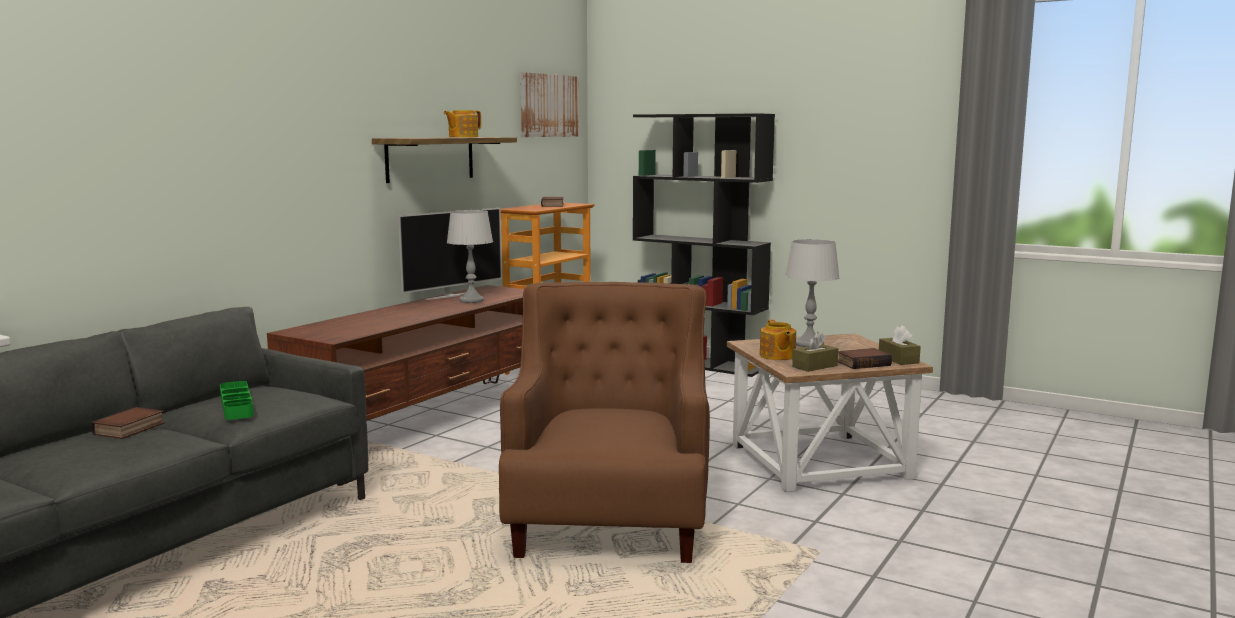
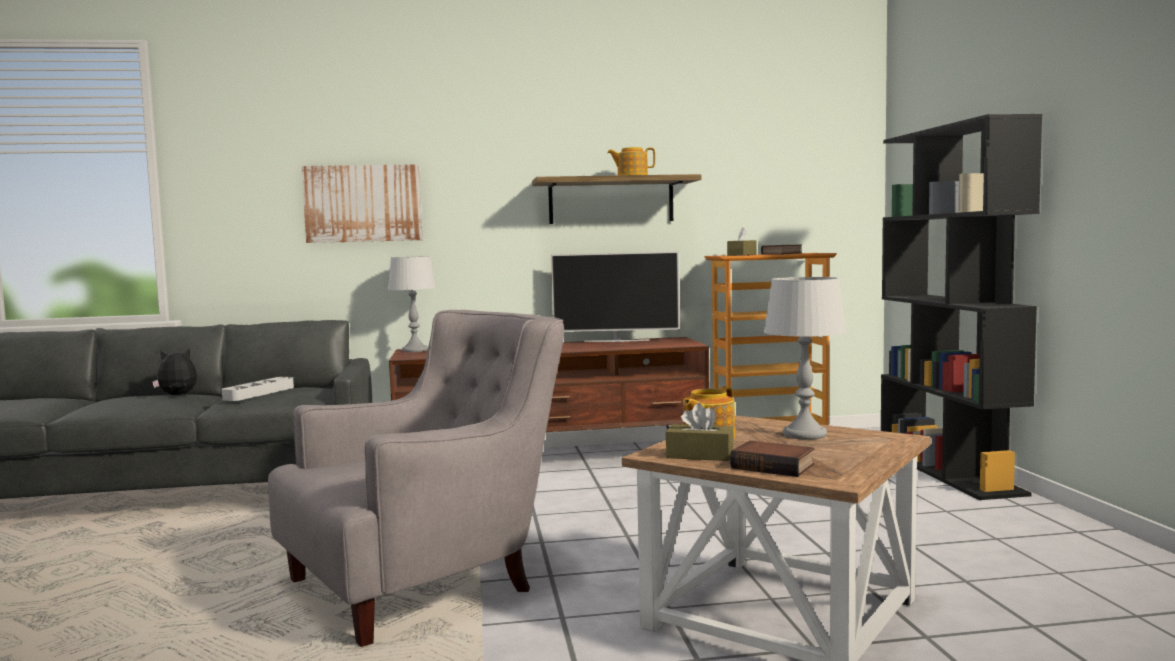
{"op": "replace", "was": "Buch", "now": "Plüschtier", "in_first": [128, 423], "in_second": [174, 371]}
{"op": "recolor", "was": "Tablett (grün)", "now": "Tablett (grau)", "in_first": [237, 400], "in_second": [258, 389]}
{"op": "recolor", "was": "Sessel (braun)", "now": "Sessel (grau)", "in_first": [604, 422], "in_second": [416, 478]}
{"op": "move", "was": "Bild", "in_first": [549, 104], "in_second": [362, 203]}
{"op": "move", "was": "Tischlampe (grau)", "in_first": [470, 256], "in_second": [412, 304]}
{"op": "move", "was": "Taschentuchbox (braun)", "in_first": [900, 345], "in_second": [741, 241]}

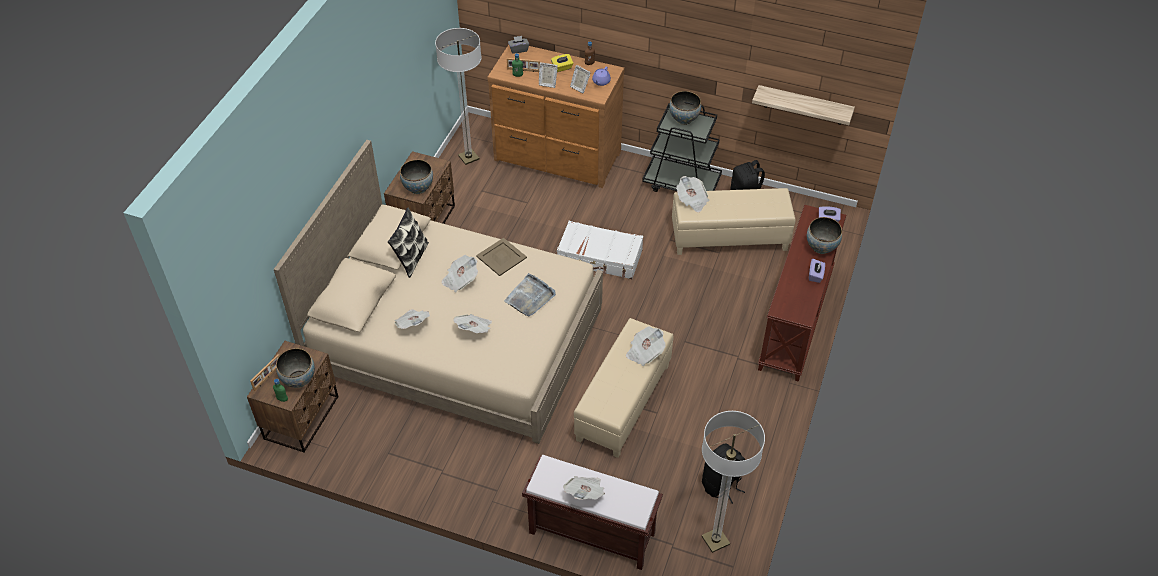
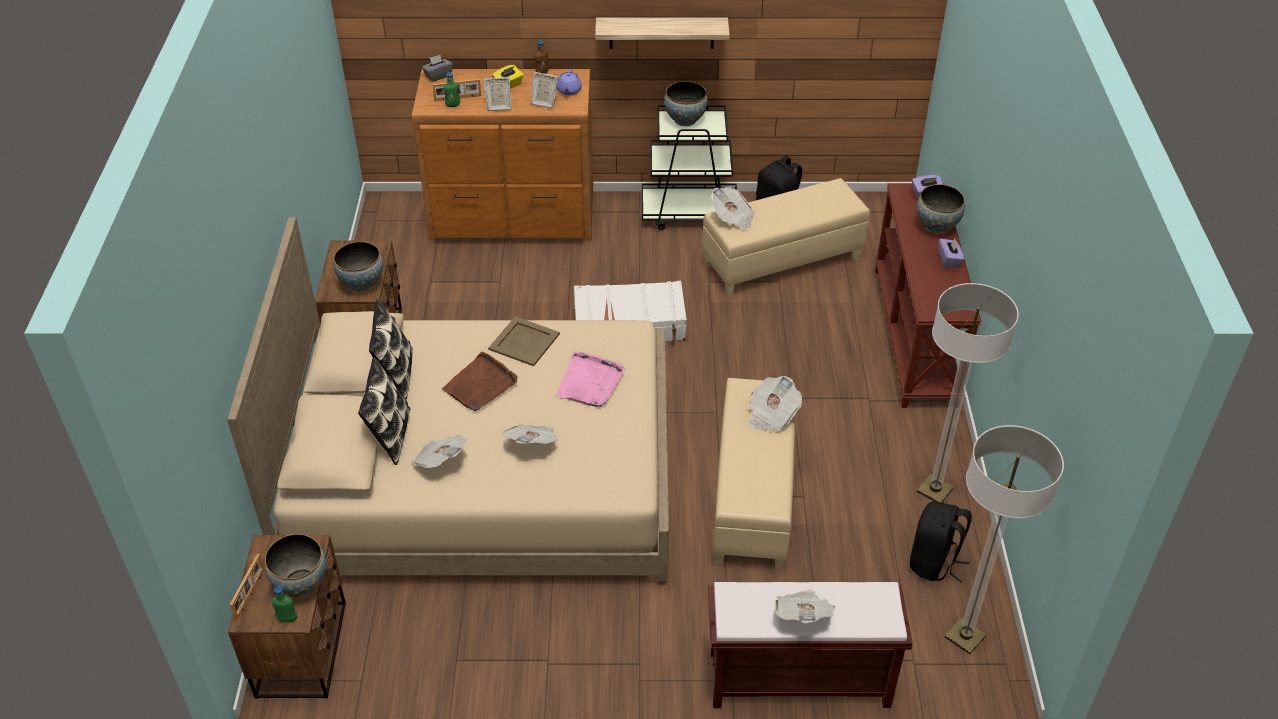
{"op": "insert", "now": "Kissen", "in_second": [384, 411]}
{"op": "replace", "was": "Zeitung", "now": "Tablett (braun)", "in_first": [459, 273], "in_second": [480, 381]}
{"op": "recolor", "was": "Tablett (grau)", "now": "Tablett (rosa)", "in_first": [530, 294], "in_second": [590, 379]}
{"op": "move", "was": "Wandregal", "in_first": [803, 105], "in_second": [662, 33]}
{"op": "move", "was": "Stehlampe", "in_first": [458, 96], "in_second": [968, 393]}

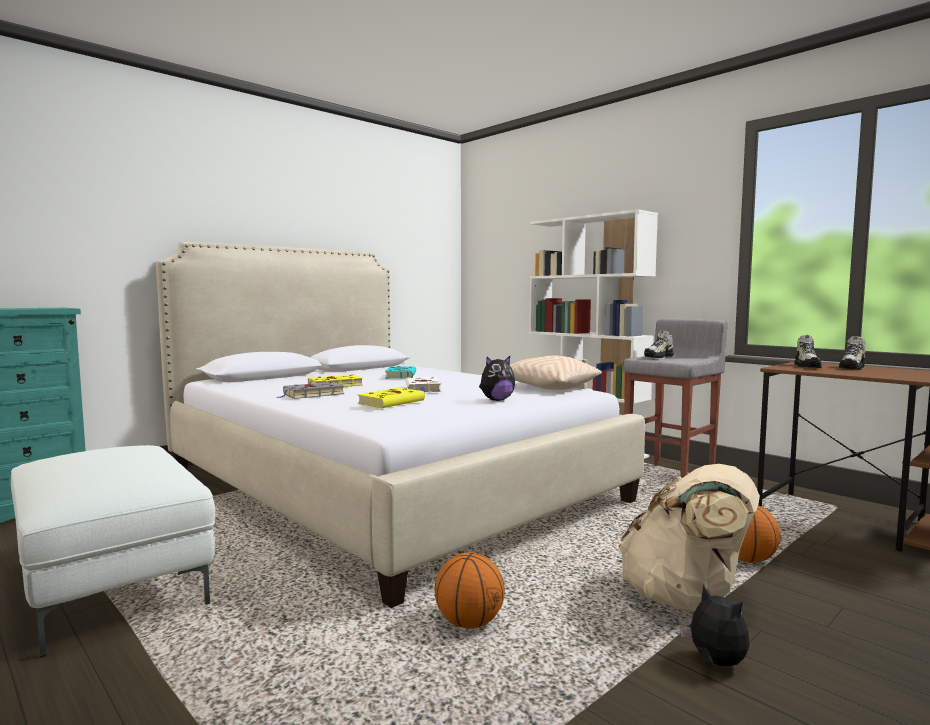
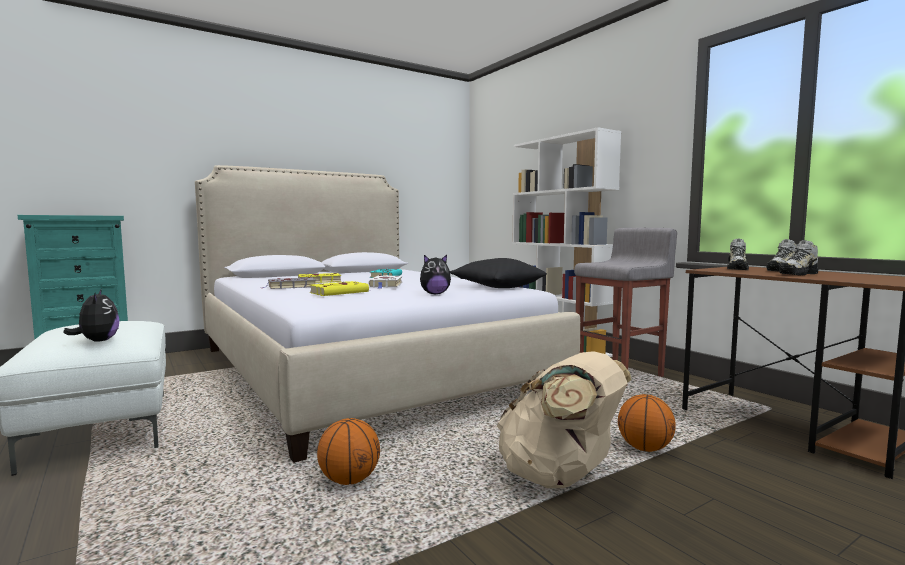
{"op": "move", "was": "Plüschtier", "in_first": [715, 625], "in_second": [91, 315]}
{"op": "recolor", "was": "Kissen (beige)", "now": "Kissen (schwarz)", "in_first": [556, 373], "in_second": [498, 273]}
{"op": "move", "was": "Schuh", "in_first": [659, 344], "in_second": [798, 257]}

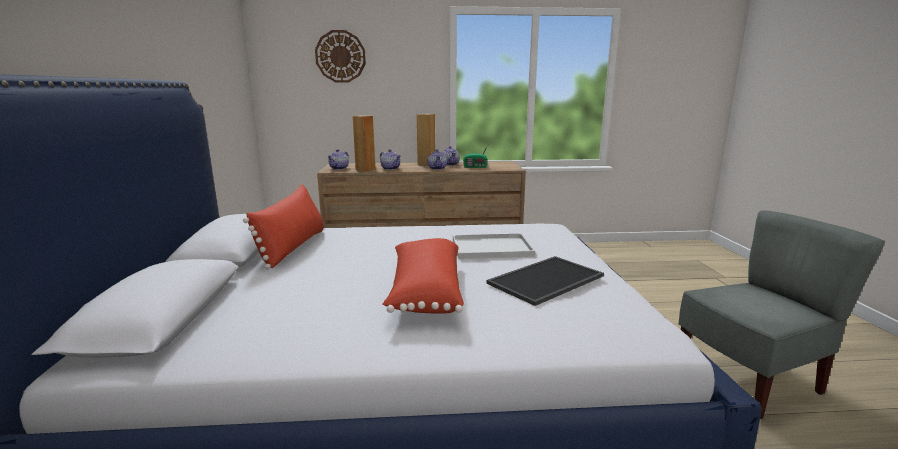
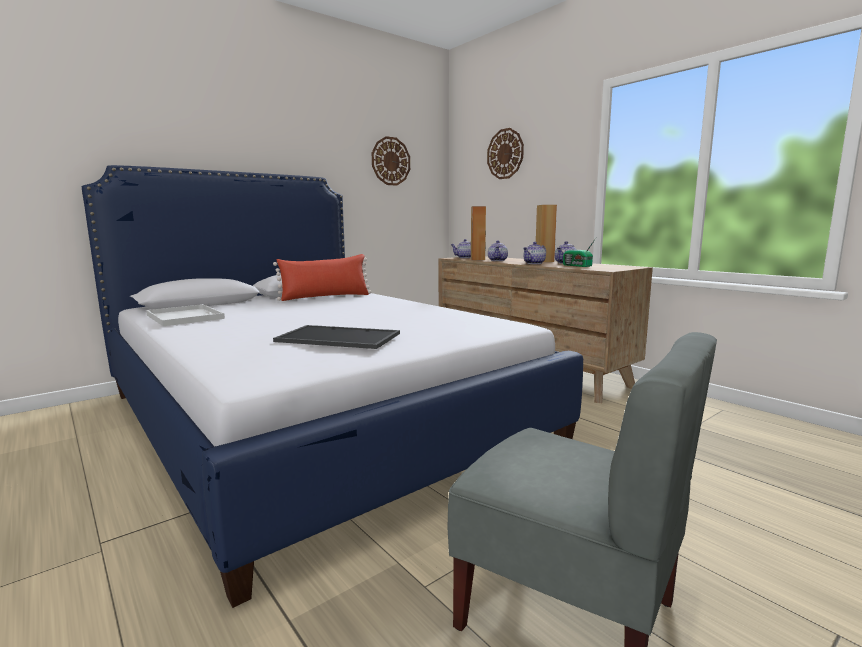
{"op": "move", "was": "Tablett (weiß)", "in_first": [494, 246], "in_second": [185, 315]}
{"op": "insert", "now": "Wanduhr", "in_second": [391, 161]}
{"op": "delete", "was": "Kissen (rot)", "in_first": [423, 276]}

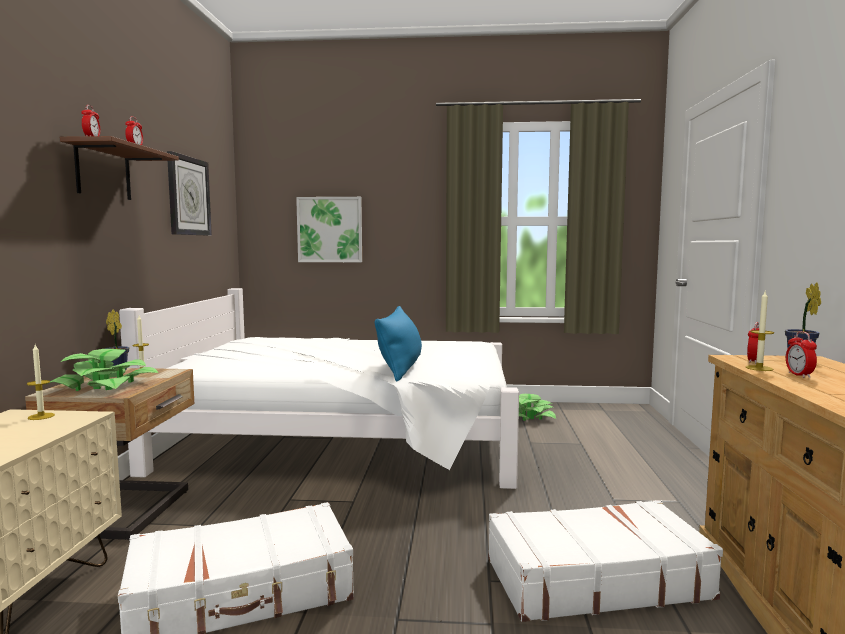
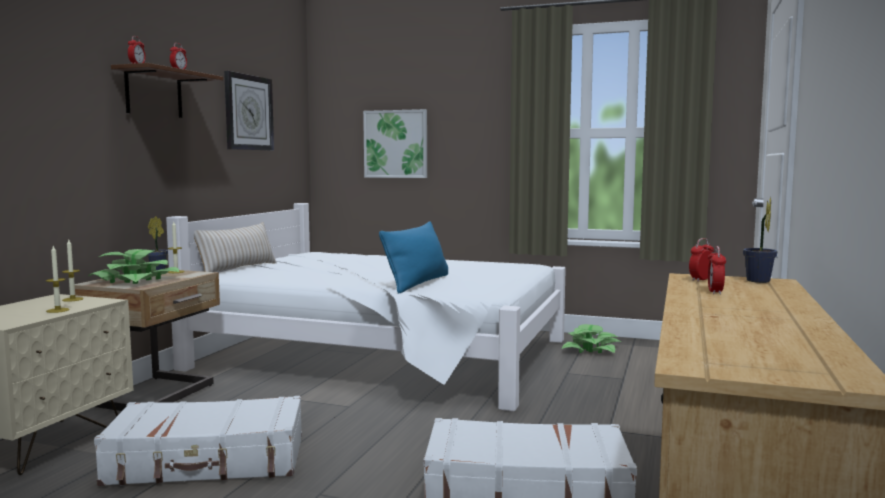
{"op": "move", "was": "Kerze", "in_first": [760, 331], "in_second": [58, 279]}
{"op": "insert", "now": "Kissen (beige)", "in_second": [235, 247]}

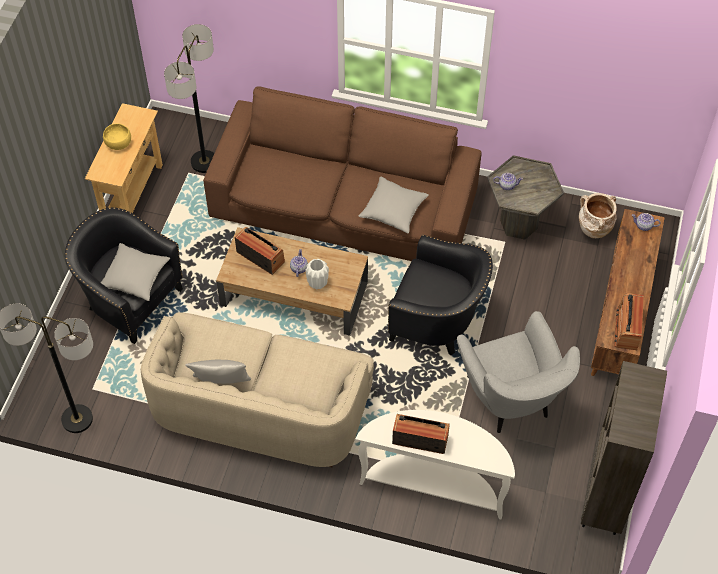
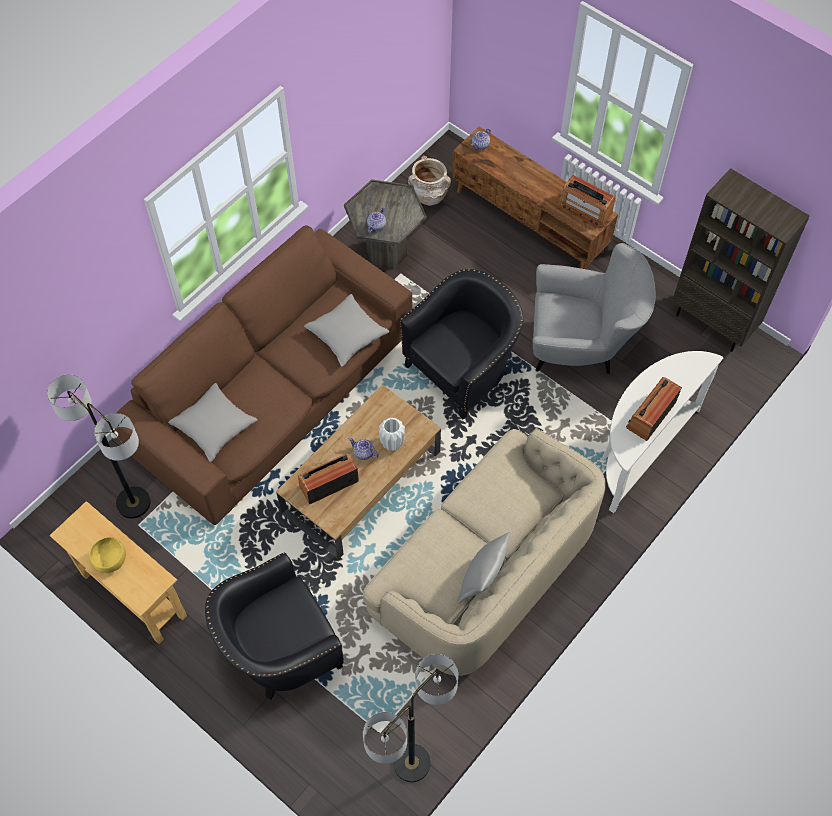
{"op": "move", "was": "Kissen (grau)", "in_first": [135, 272], "in_second": [213, 422]}

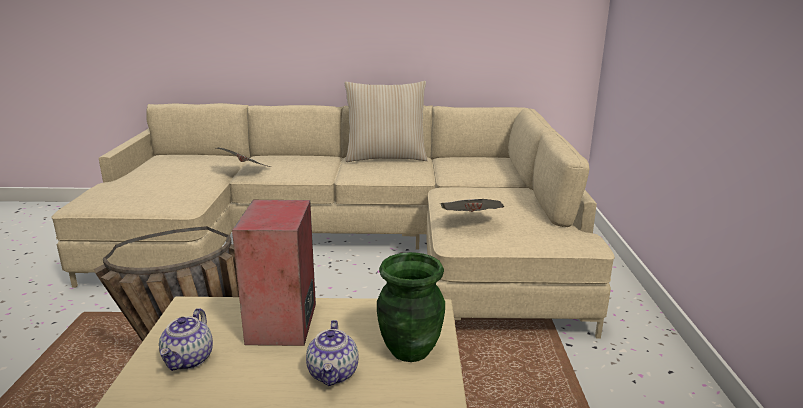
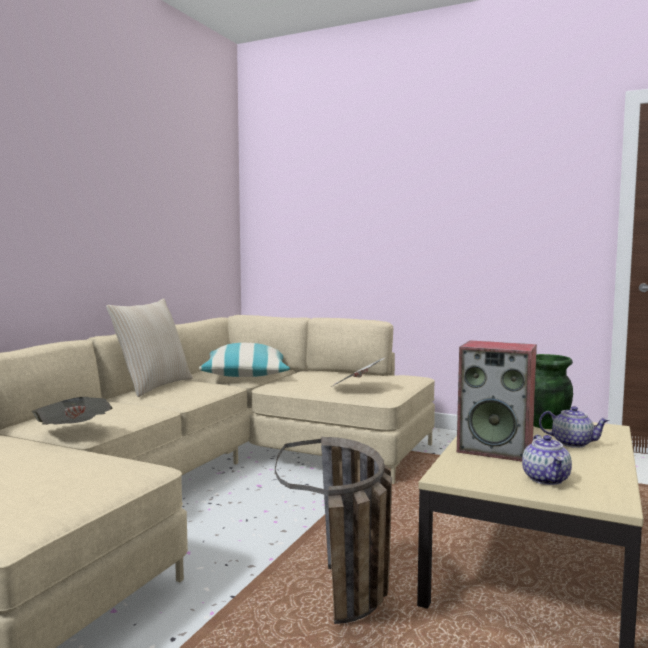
{"op": "insert", "now": "Kissen", "in_second": [244, 360]}
{"op": "rotate", "was": "Teekanne", "in_first": [186, 339], "in_second": [547, 460], "clockwise": 60}

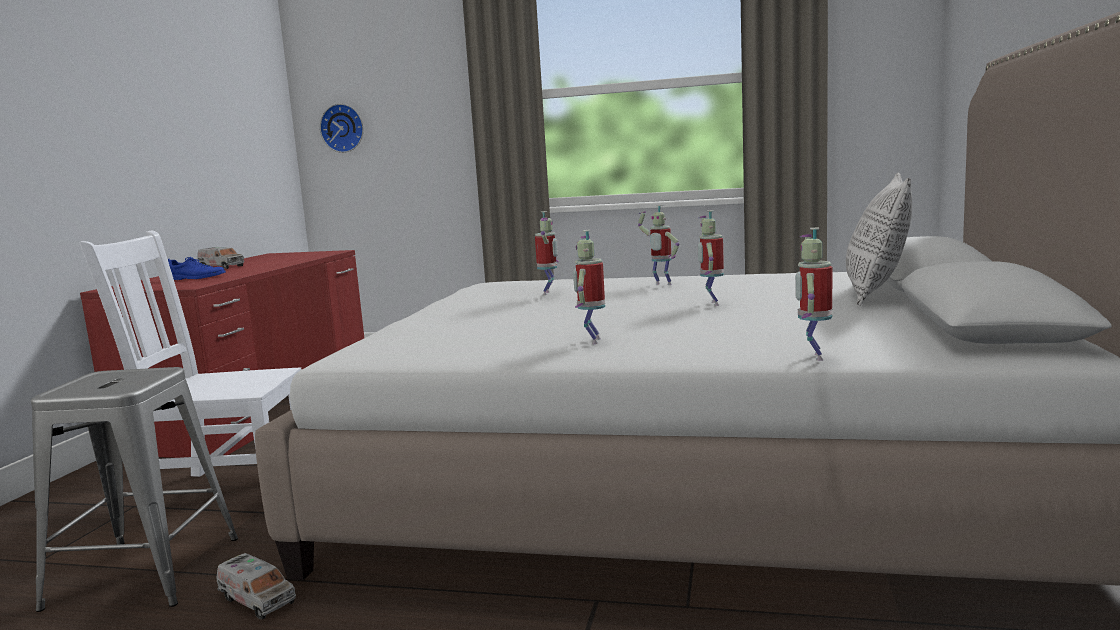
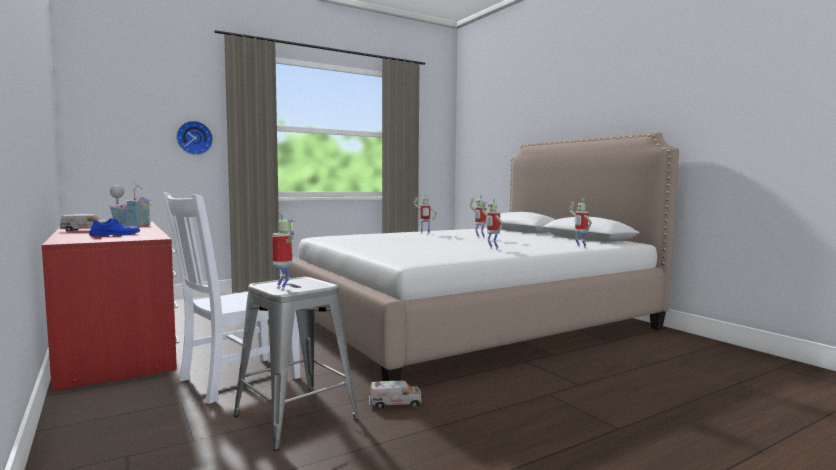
{"op": "insert", "now": "Spielzeughaus", "in_second": [130, 204]}
{"op": "move", "was": "Wanduhr", "in_first": [341, 128], "in_second": [194, 138]}
{"op": "move", "was": "Spielzeugroboter", "in_first": [547, 253], "in_second": [284, 252]}
{"op": "delete", "was": "Kissen", "in_first": [879, 239]}

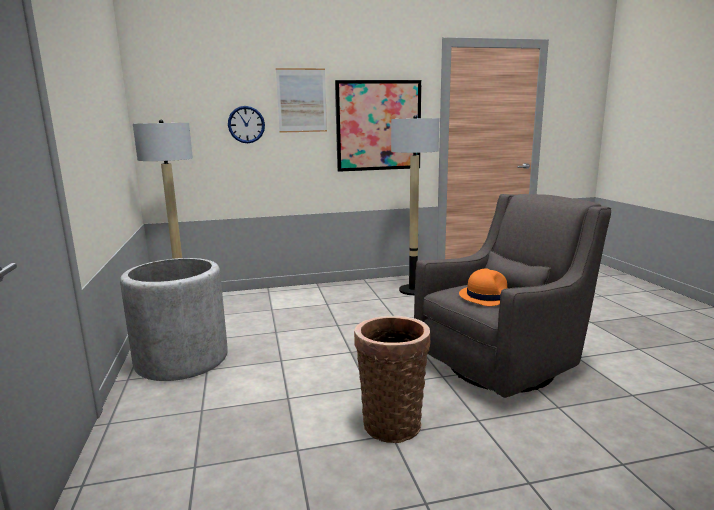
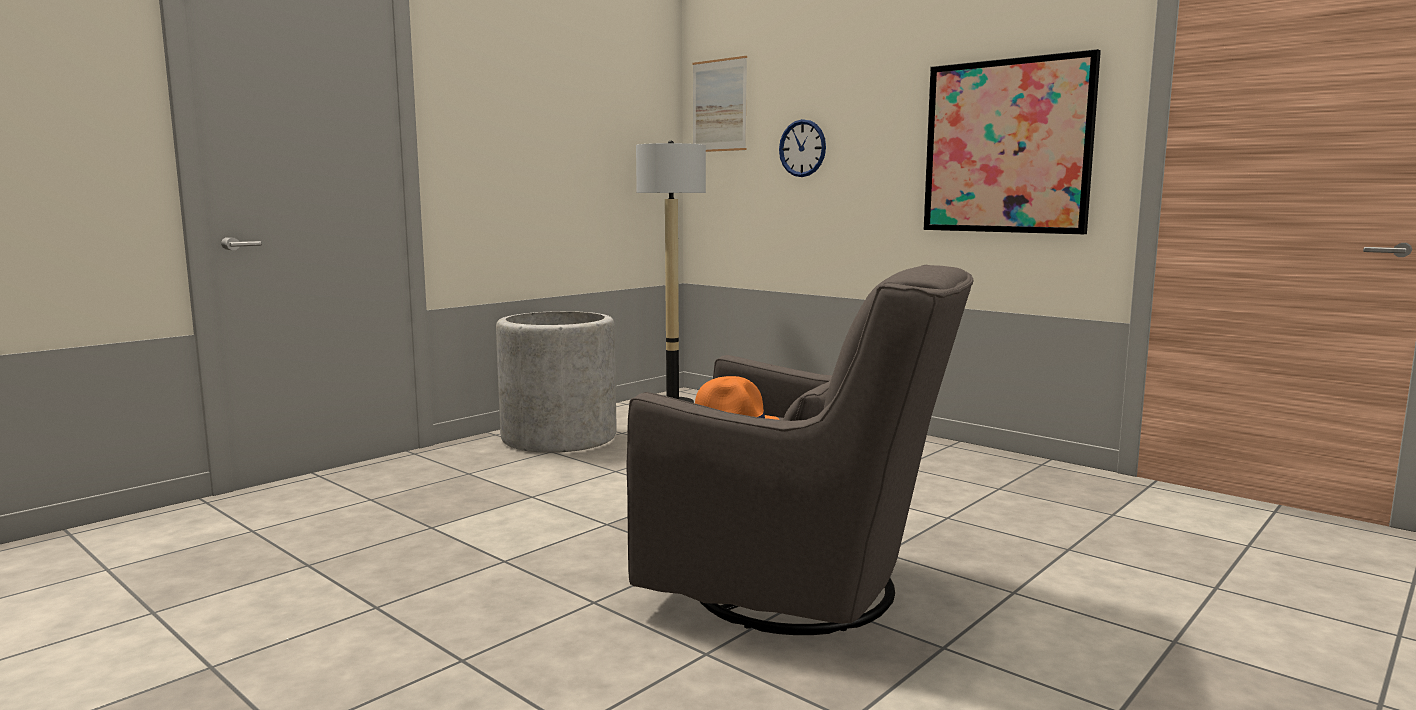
{"op": "move", "was": "Bild", "in_first": [301, 100], "in_second": [719, 104]}
{"op": "delete", "was": "Korb", "in_first": [392, 379]}
{"op": "delete", "was": "Stehlampe", "in_first": [415, 205]}

